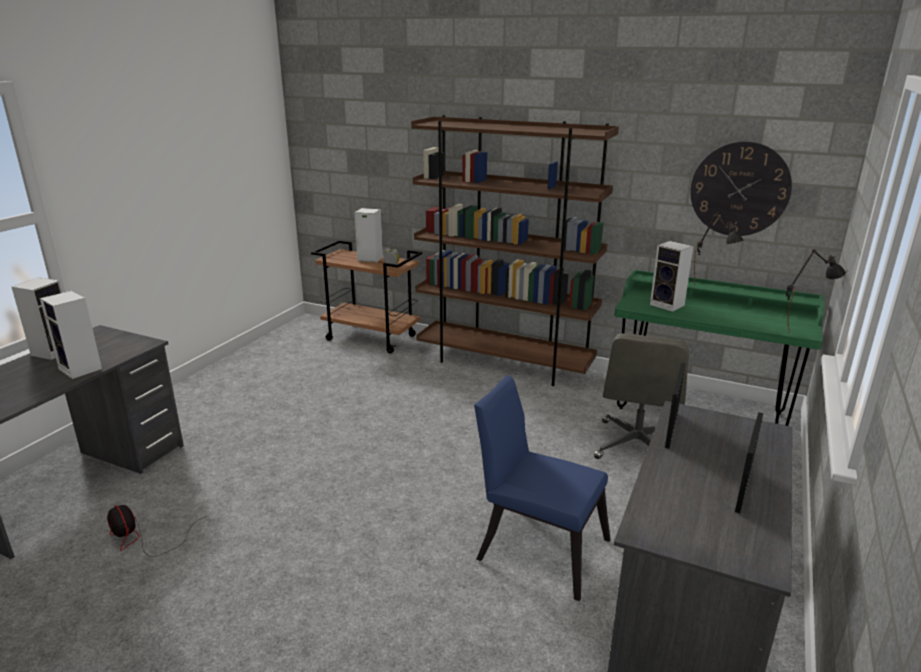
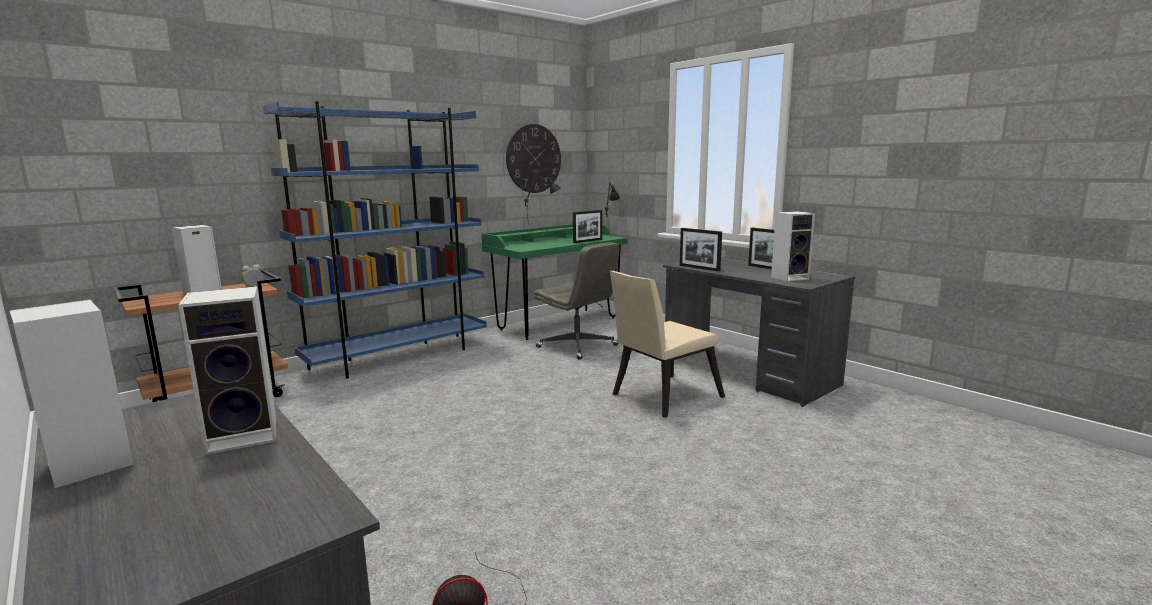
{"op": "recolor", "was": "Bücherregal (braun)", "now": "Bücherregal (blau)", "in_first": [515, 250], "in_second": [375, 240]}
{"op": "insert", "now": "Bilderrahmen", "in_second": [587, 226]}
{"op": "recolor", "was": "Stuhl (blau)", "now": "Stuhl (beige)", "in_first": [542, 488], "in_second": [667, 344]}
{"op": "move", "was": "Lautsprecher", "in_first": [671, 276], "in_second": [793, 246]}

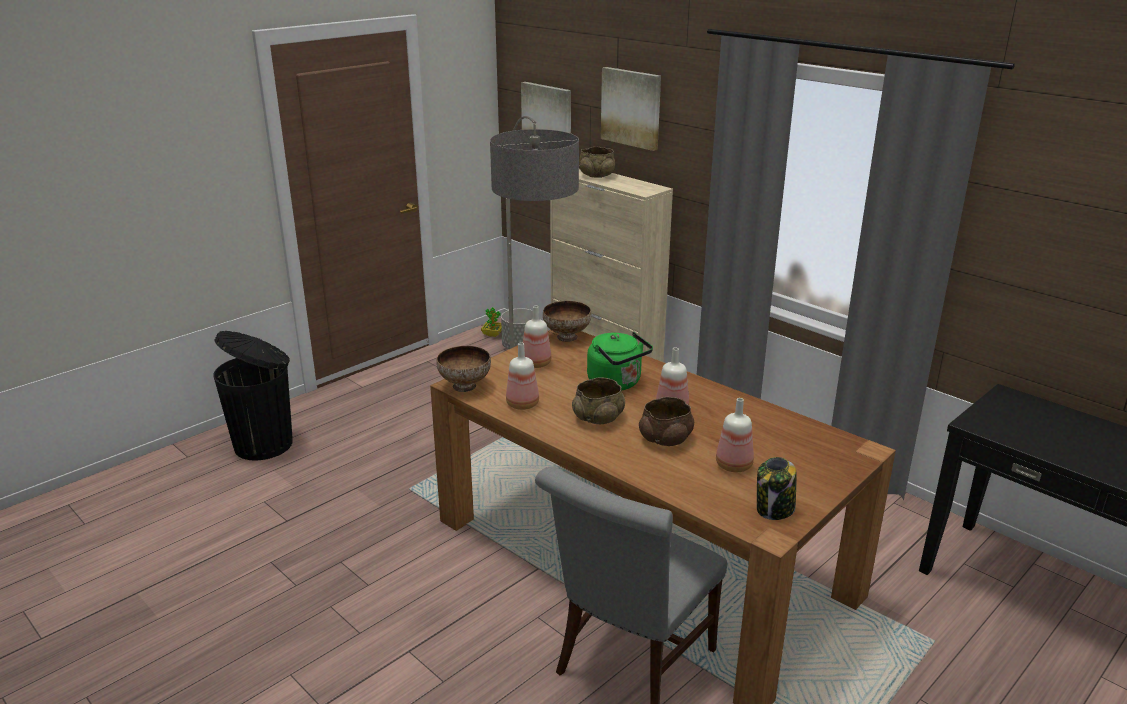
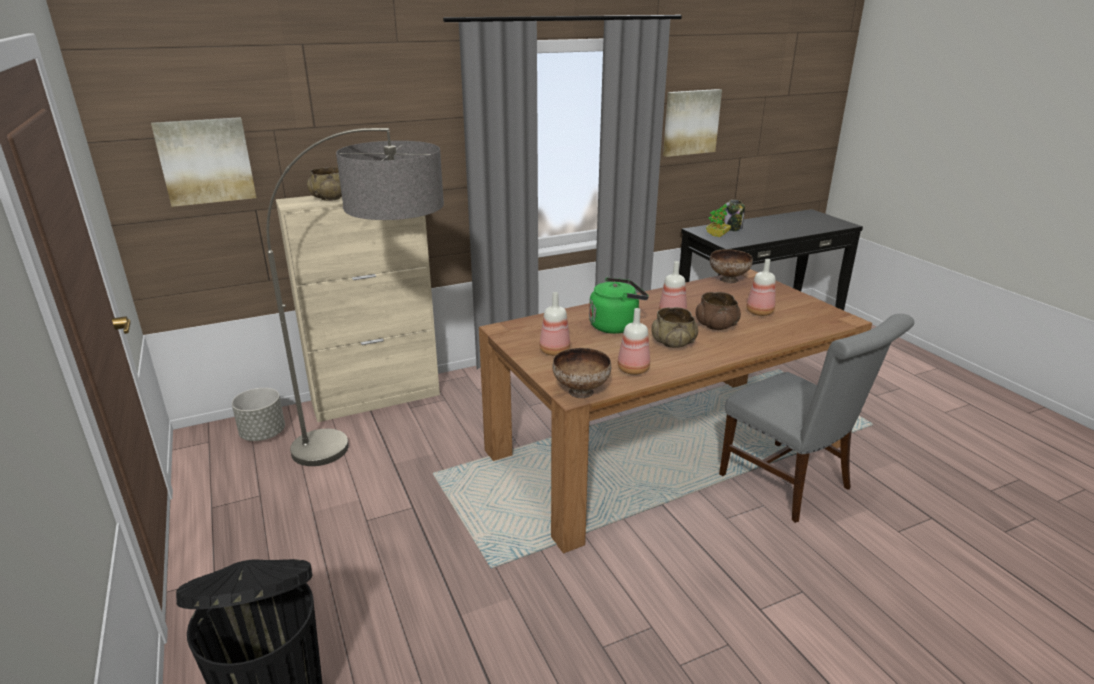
{"op": "move", "was": "Bild", "in_first": [631, 109], "in_second": [692, 123]}
{"op": "move", "was": "Topfpflanze", "in_first": [491, 322], "in_second": [718, 220]}
{"op": "move", "was": "Schüssel", "in_first": [567, 321], "in_second": [731, 266]}
{"op": "move", "was": "Vorratsglas", "in_first": [776, 488], "in_second": [734, 215]}

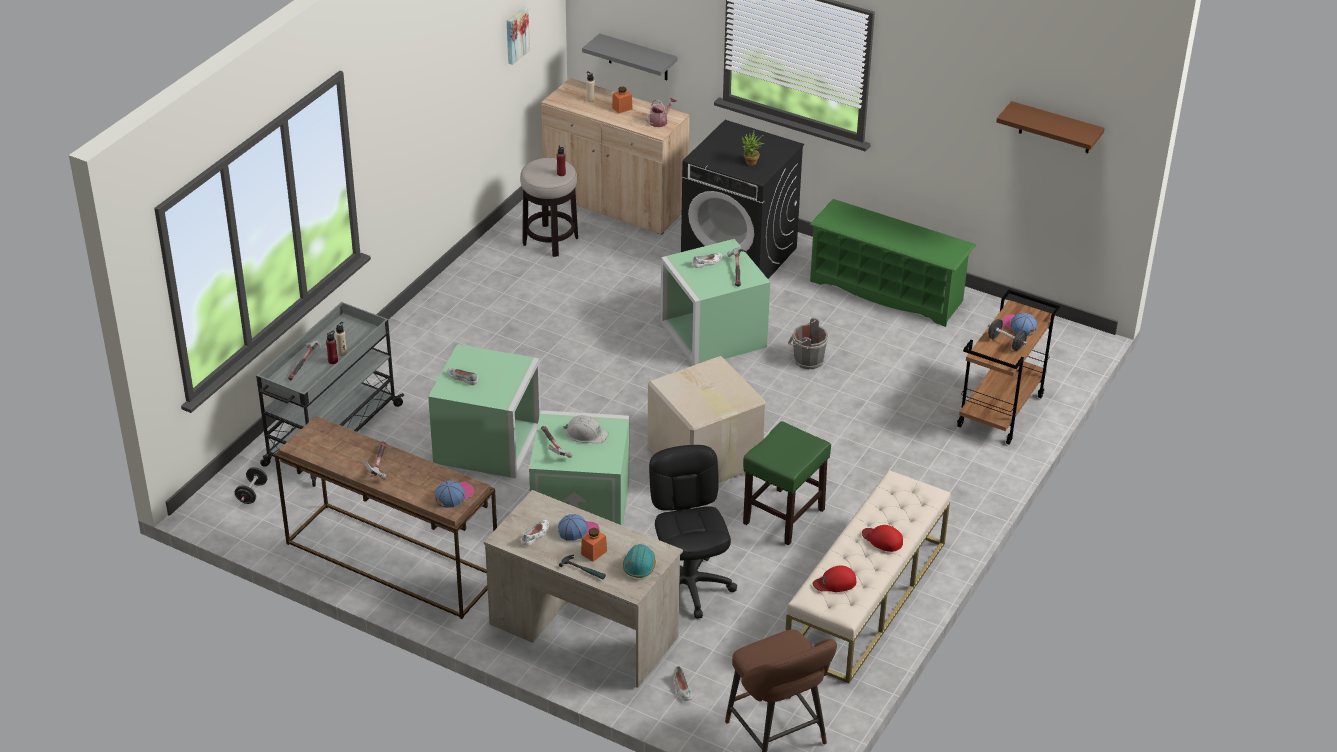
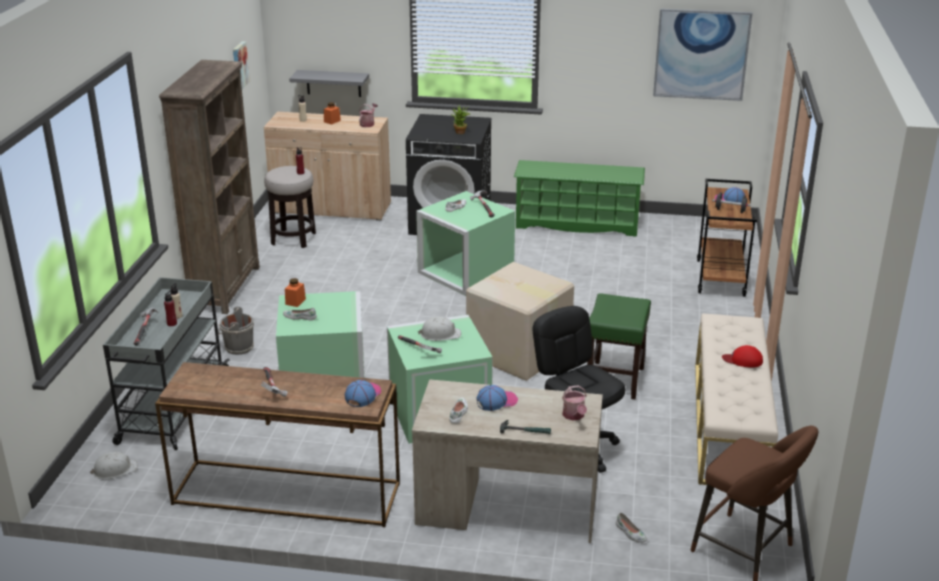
{"op": "replace", "was": "Hantel (schwarz)", "now": "Schutzhelm (weiß)", "in_first": [251, 485], "in_second": [114, 465]}
{"op": "insert", "now": "Bücherregal (braun)", "in_second": [209, 187]}
{"op": "move", "was": "Eimer (grau)", "in_first": [808, 343], "in_second": [236, 330]}
{"op": "move", "was": "Vorratsglas (orange)", "in_first": [594, 545], "in_second": [295, 292]}
{"op": "replace", "was": "Schutzhelm (türkis)", "now": "Gießkanne", "in_first": [639, 561], "in_second": [574, 402]}
{"op": "replace", "was": "Wandregal (braun)", "now": "Bild", "in_first": [1050, 127], "in_second": [703, 55]}
{"op": "delete", "was": "Kappe (rot)", "in_first": [834, 579]}

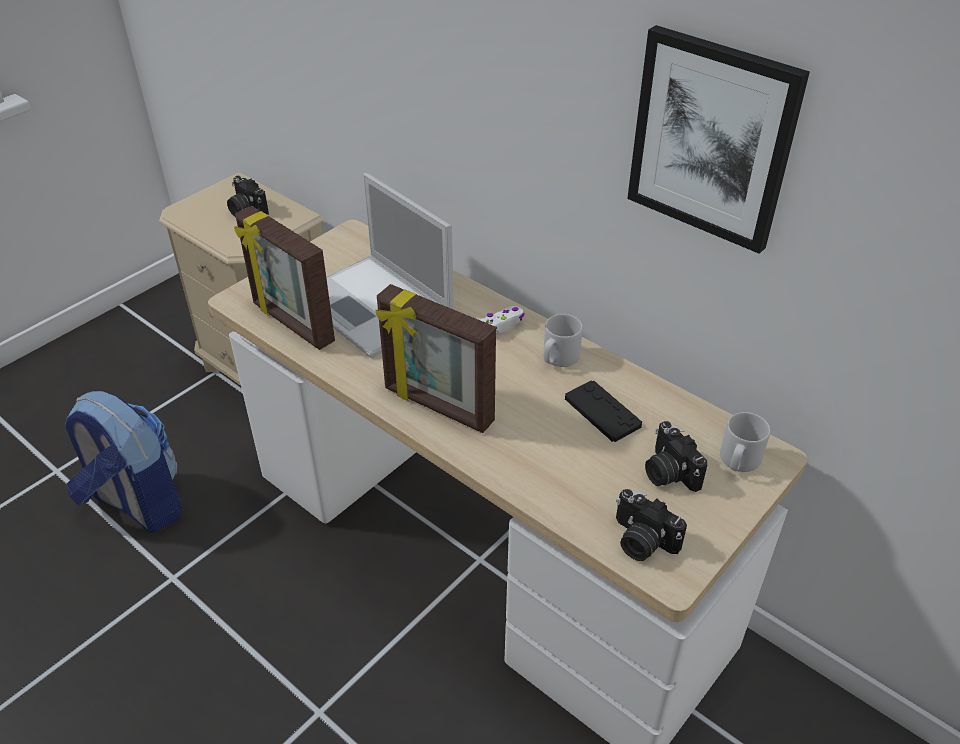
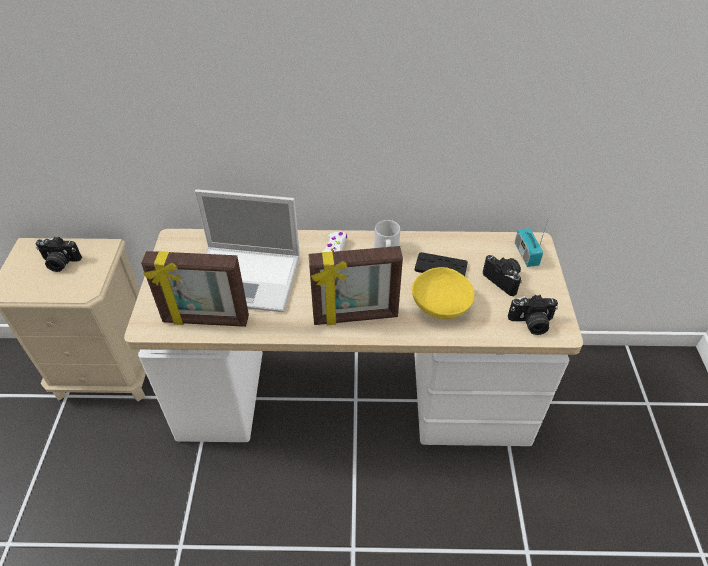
{"op": "insert", "now": "Schüssel (gelb)", "in_second": [443, 293]}
{"op": "rotate", "was": "Kamera", "in_first": [676, 456], "in_second": [502, 275], "clockwise": -150}
{"op": "replace", "was": "Henkelbecher (grau)", "now": "Radio", "in_first": [745, 442], "in_second": [532, 242]}
{"op": "delete", "was": "Rucksack", "in_first": [123, 462]}
{"op": "delete", "was": "Bild", "in_first": [718, 139]}

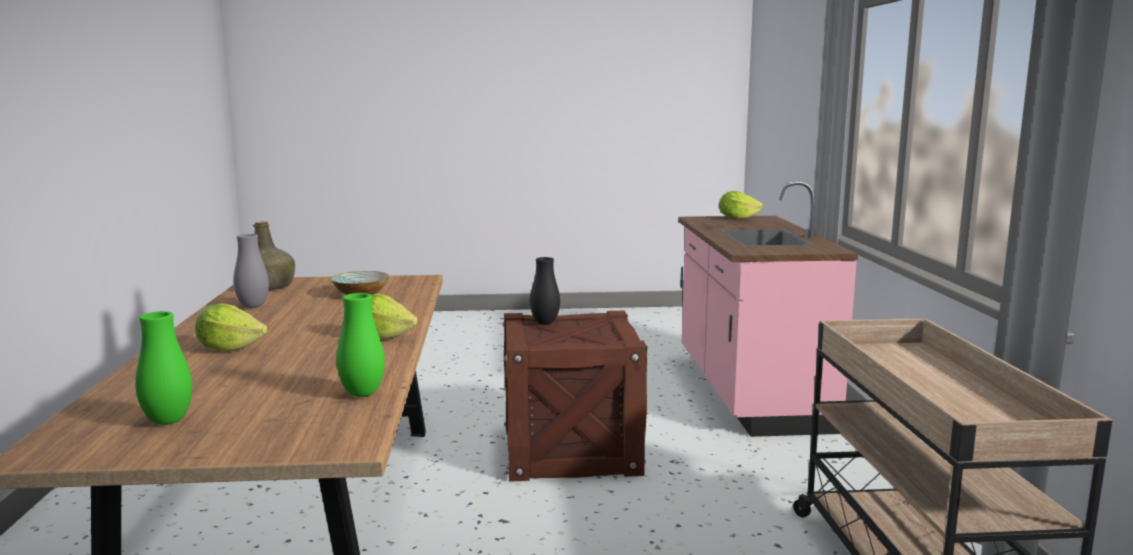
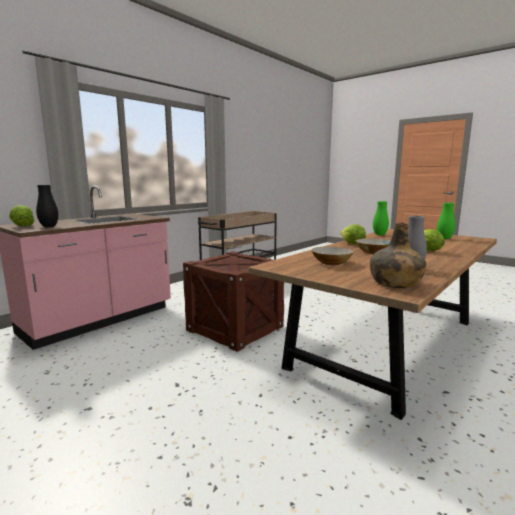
{"op": "move", "was": "Vase (schwarz)", "in_first": [545, 291], "in_second": [47, 206]}
{"op": "insert", "now": "Schüssel", "in_second": [373, 246]}

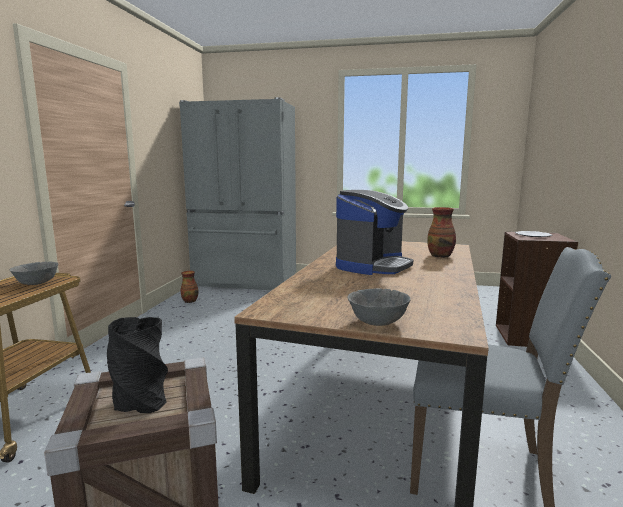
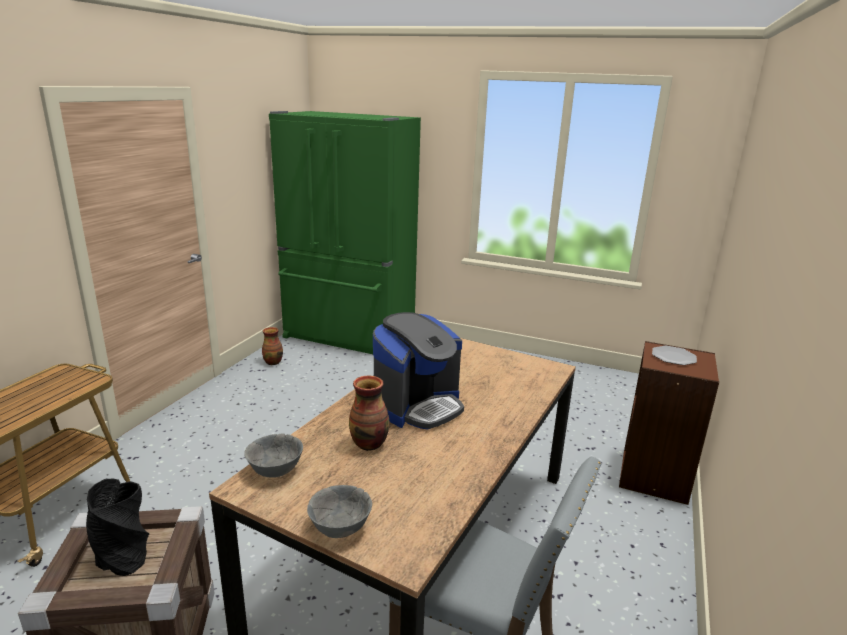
{"op": "move", "was": "Schüssel (grau)", "in_first": [34, 273], "in_second": [273, 456]}
{"op": "recolor", "was": "Kühlschrank (grau)", "now": "Kühlschrank (grün)", "in_first": [237, 193], "in_second": [345, 232]}
{"op": "move", "was": "Vase", "in_first": [441, 232], "in_second": [369, 413]}

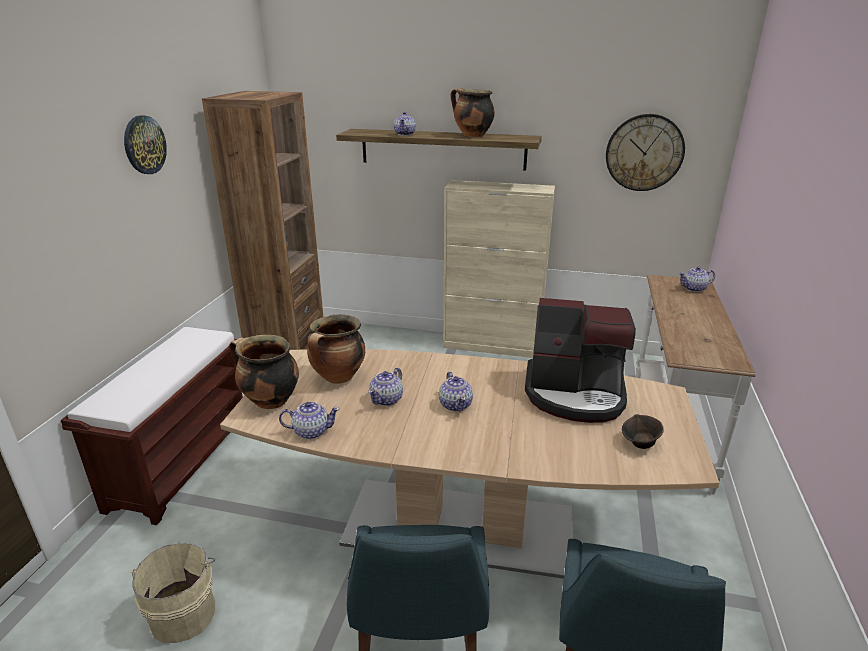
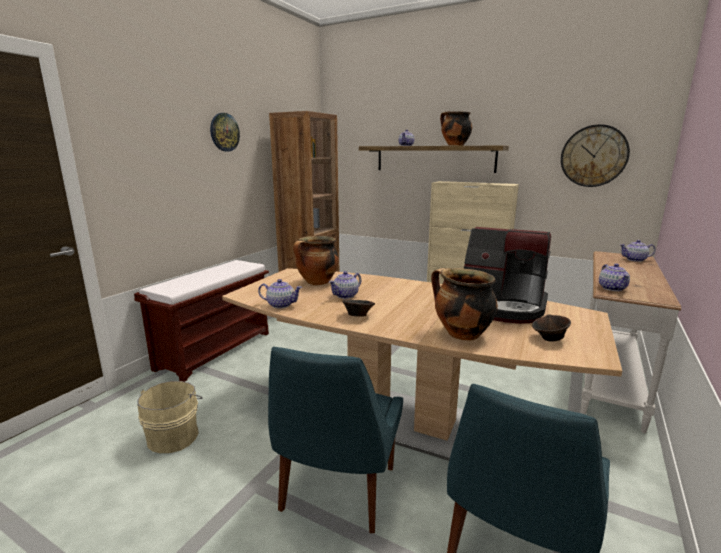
{"op": "insert", "now": "Schüssel (braun)", "in_second": [358, 308]}
{"op": "move", "was": "Kochtopf", "in_first": [264, 372], "in_second": [464, 304]}
{"op": "move", "was": "Teekanne", "in_first": [456, 392], "in_second": [614, 277]}

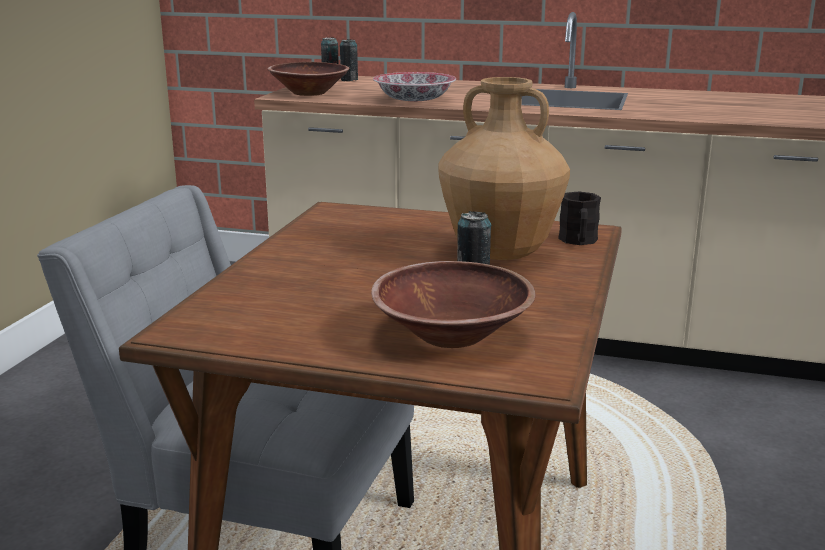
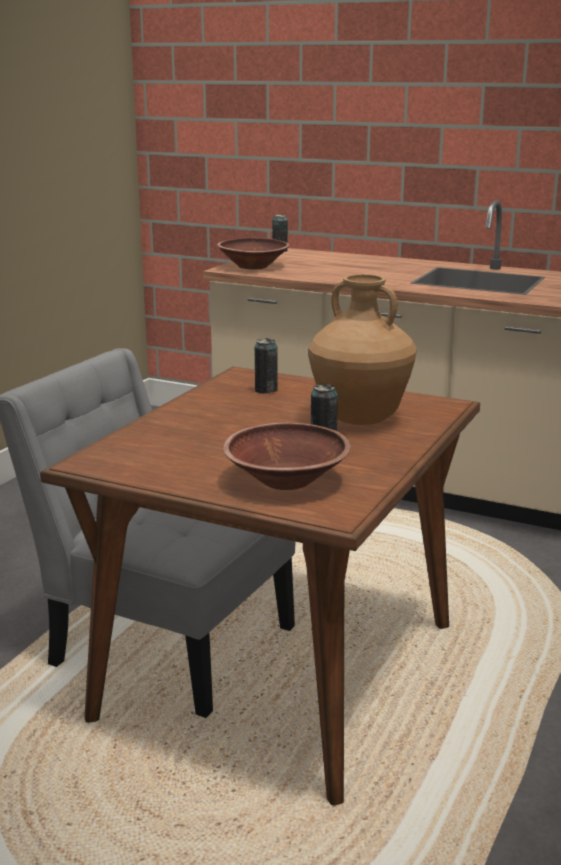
{"op": "move", "was": "Dose", "in_first": [349, 60], "in_second": [266, 366]}
{"op": "delete", "was": "Schüssel", "in_first": [414, 87]}
{"op": "delete", "was": "Henkelbecher (schwarz)", "in_first": [579, 218]}

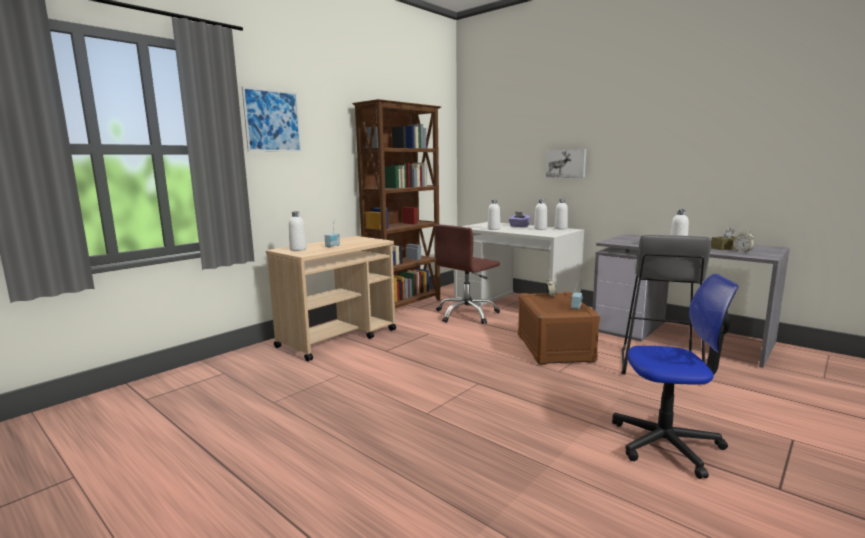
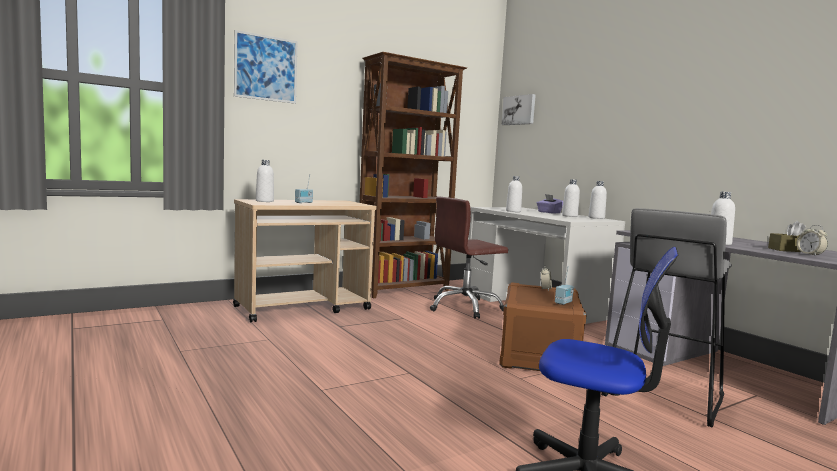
{"op": "move", "was": "Bild", "in_first": [566, 163], "in_second": [519, 109]}

